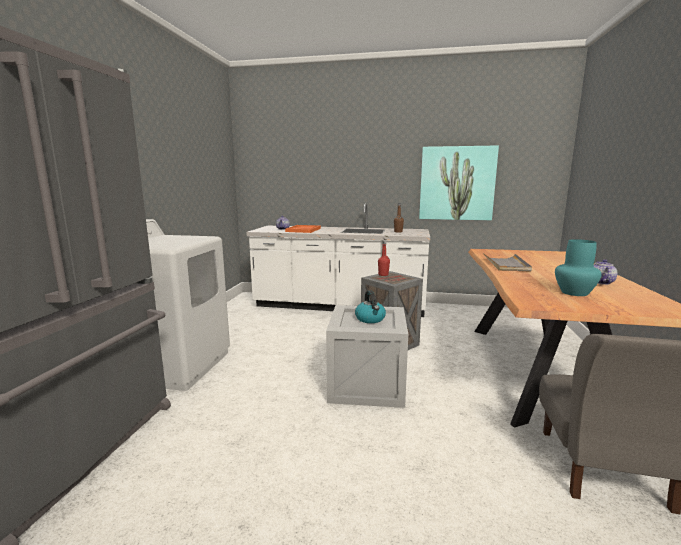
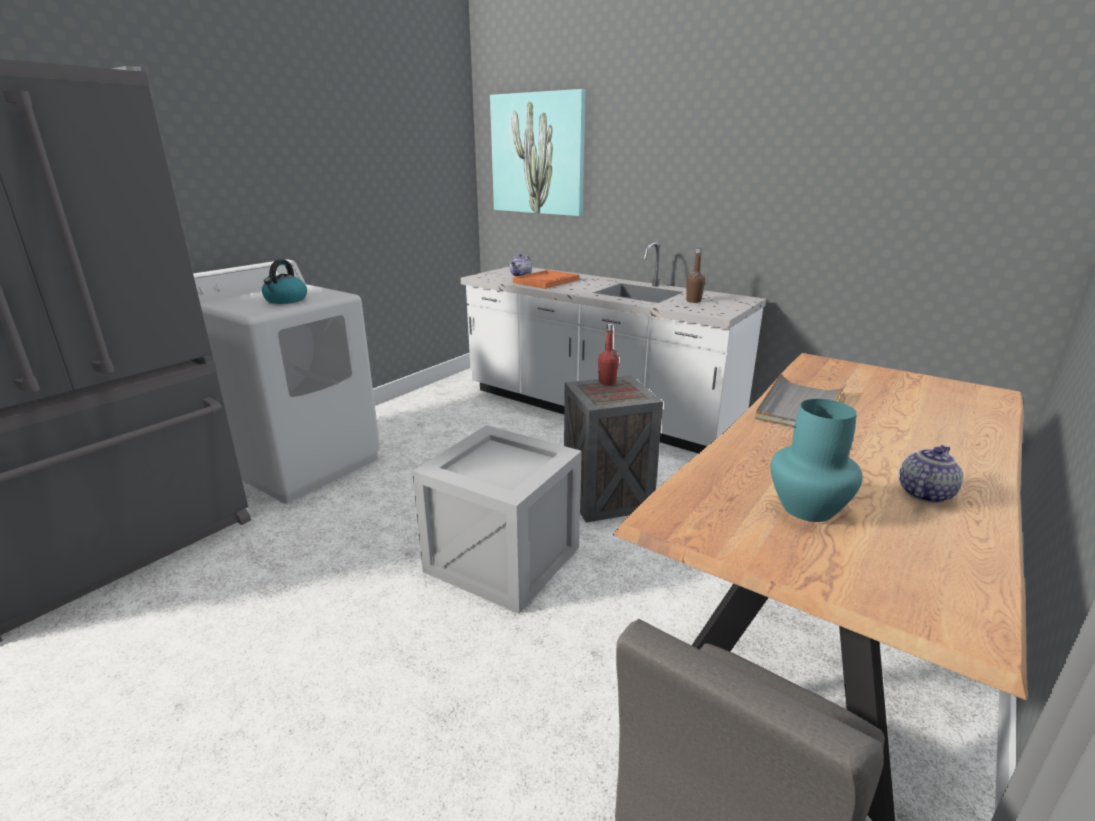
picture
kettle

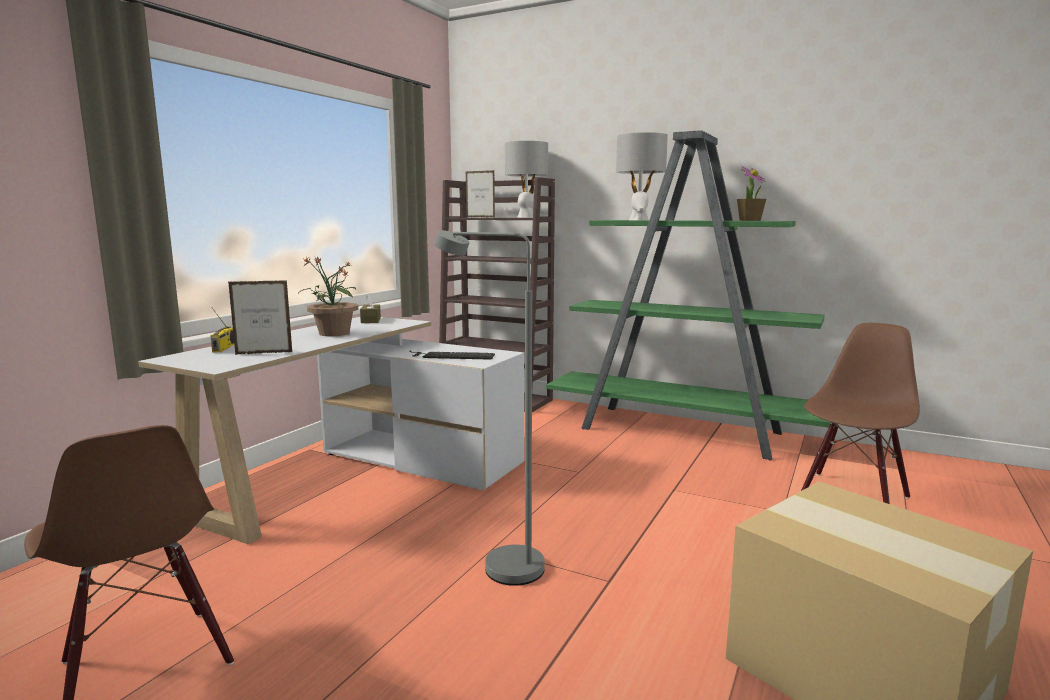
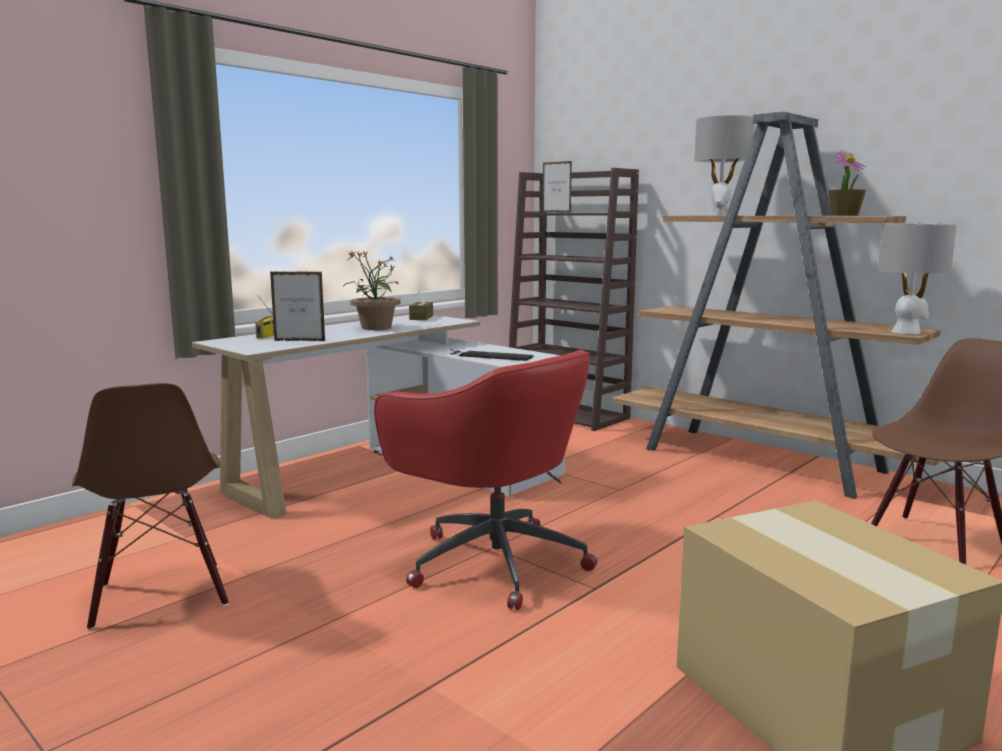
bookcase (brown) (no. 2 from left)
table lamp (grey) (no. 2 from left)
office chair (red)

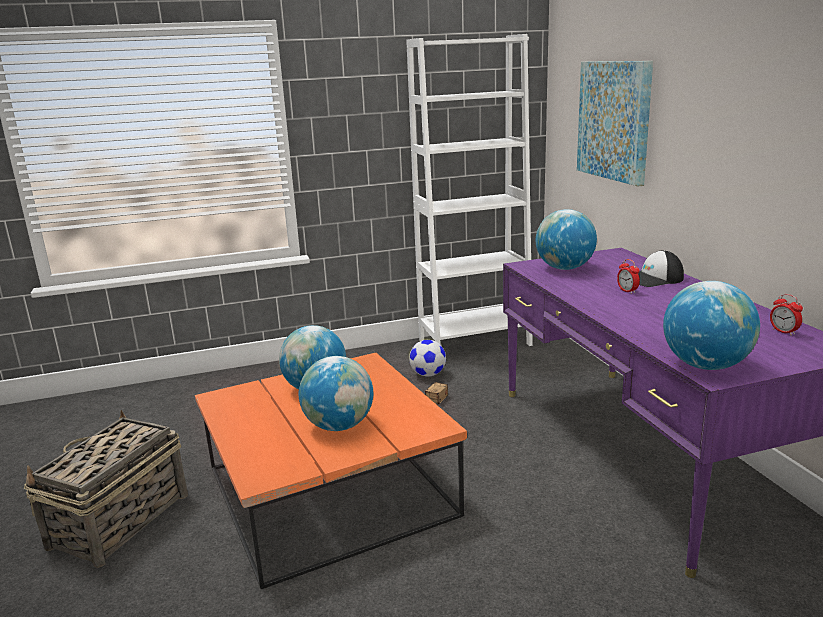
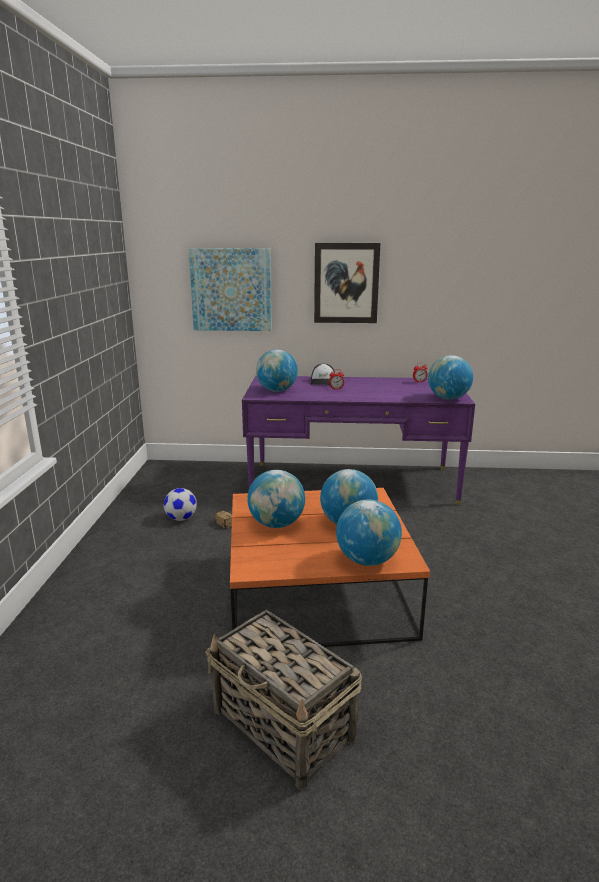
bookcase (white)
picture (no. 2 from left)
globe (no. 4 from left)

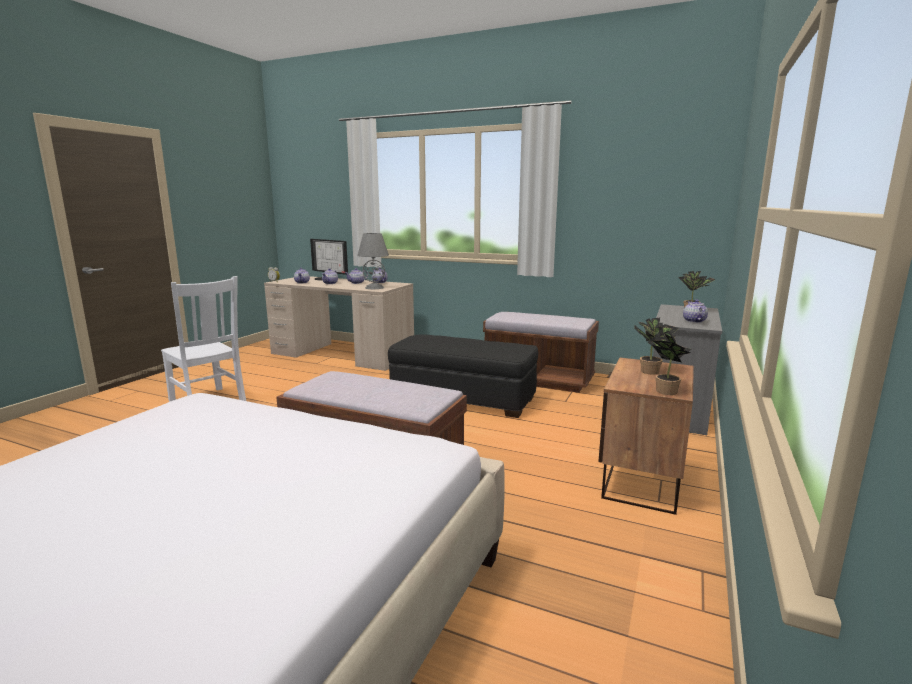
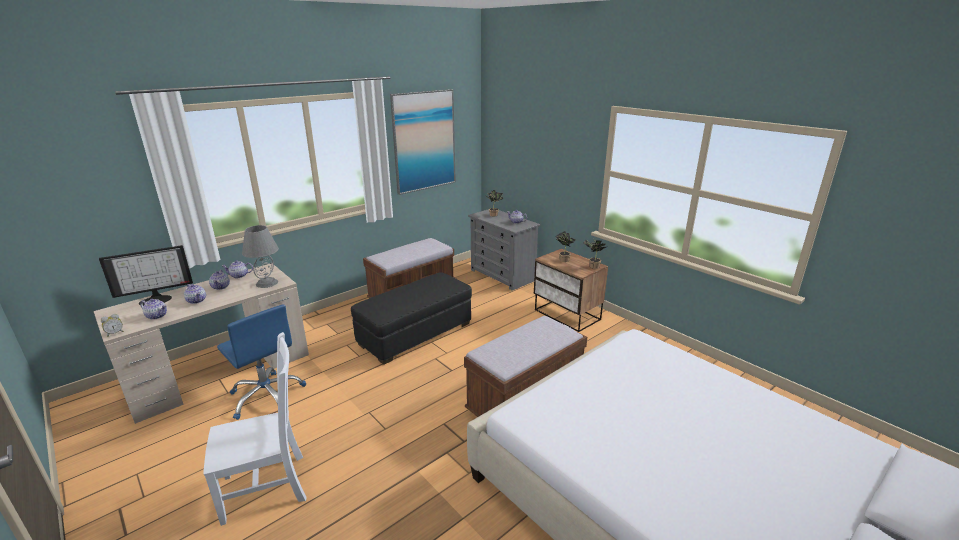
picture
office chair (blue)

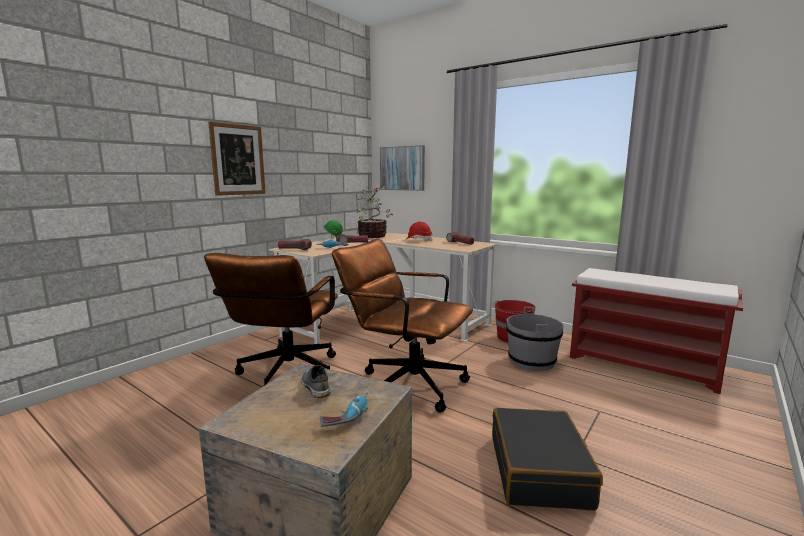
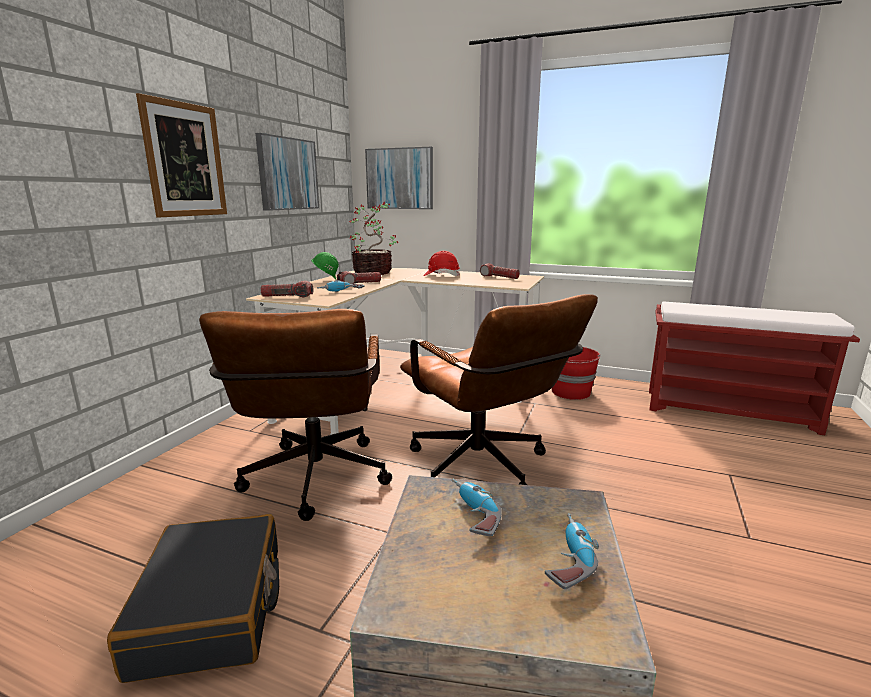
office chair (brown) (no. 2 from left)
bucket (grey)
power drill (no. 2 from left)
suitcase (black)
picture (no. 2 from left)

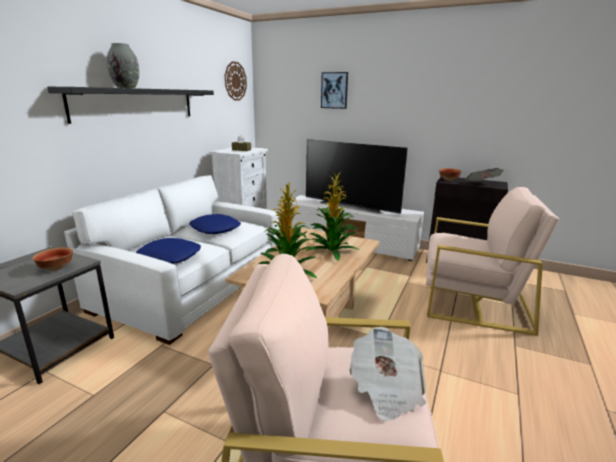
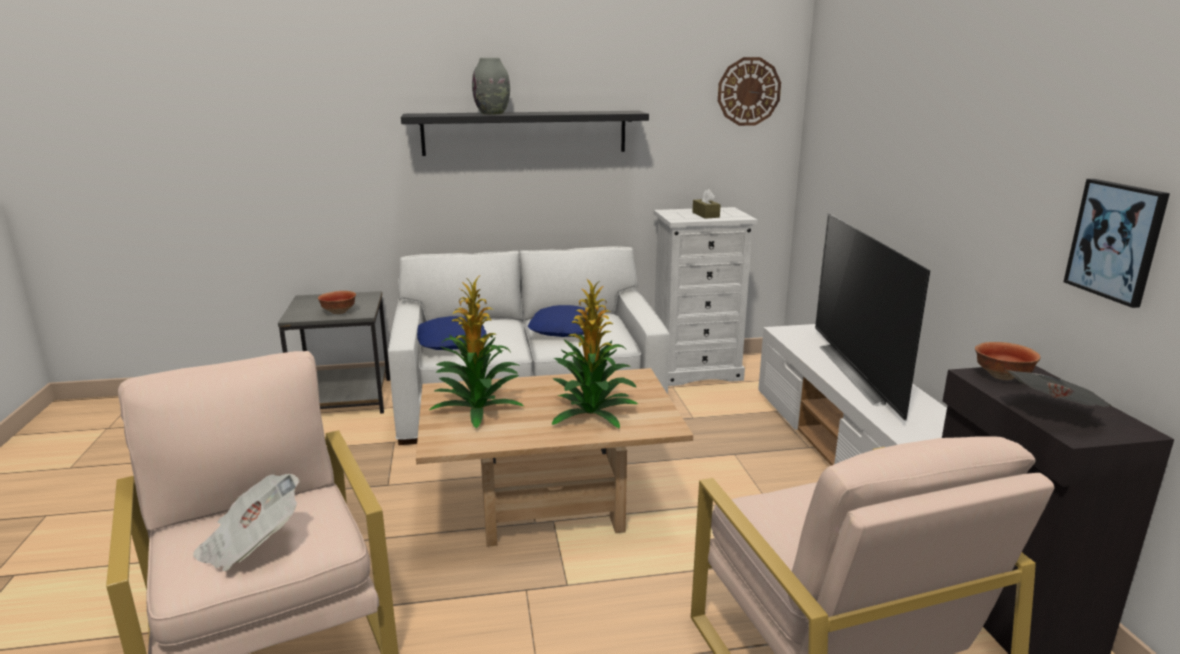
picture

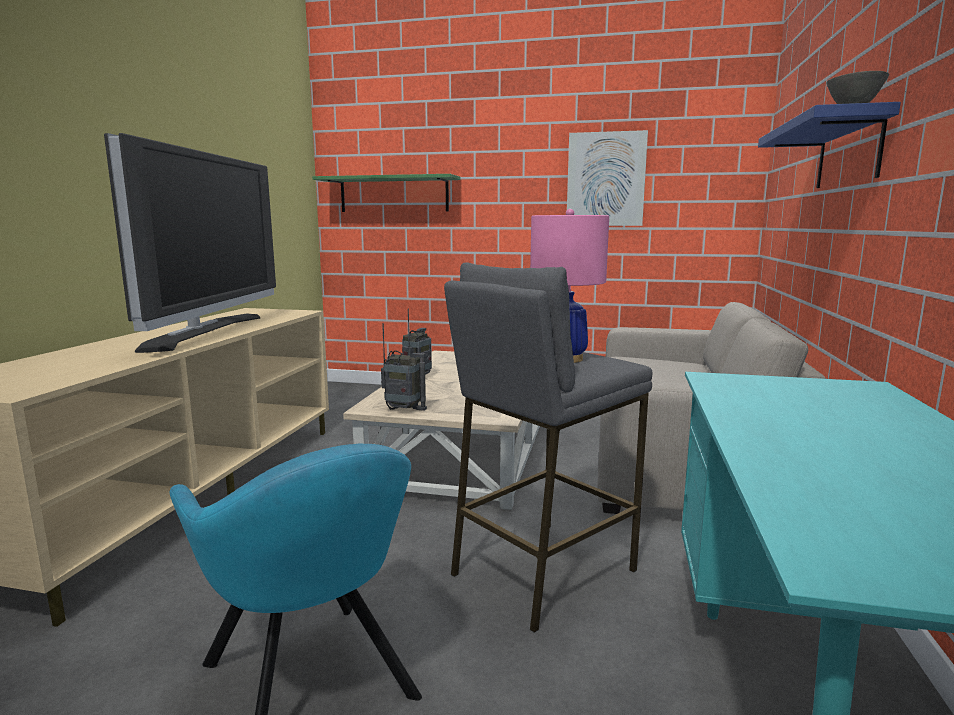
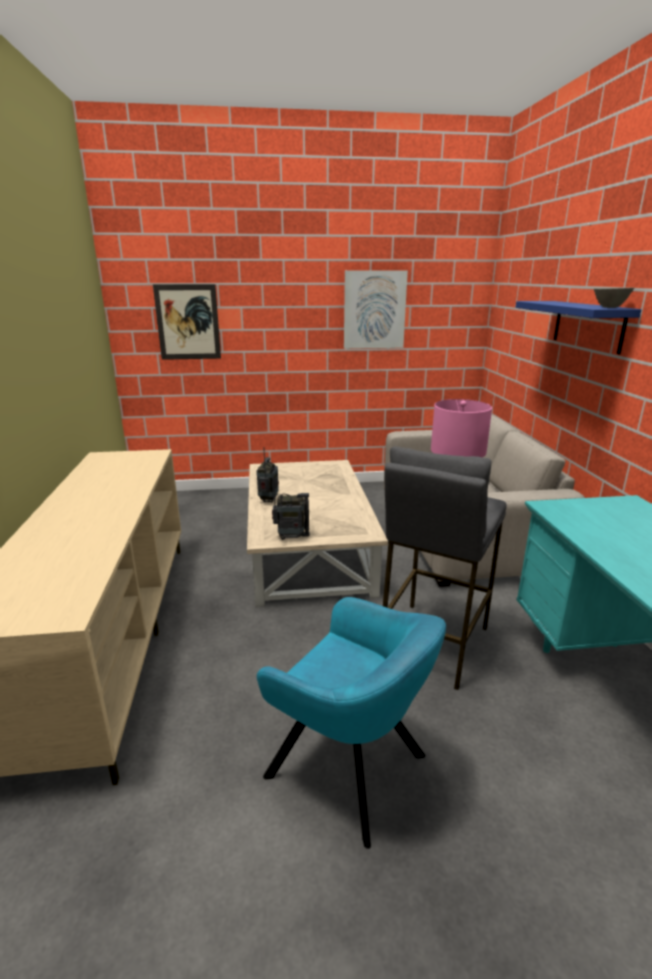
television
picture (no. 1 from left)

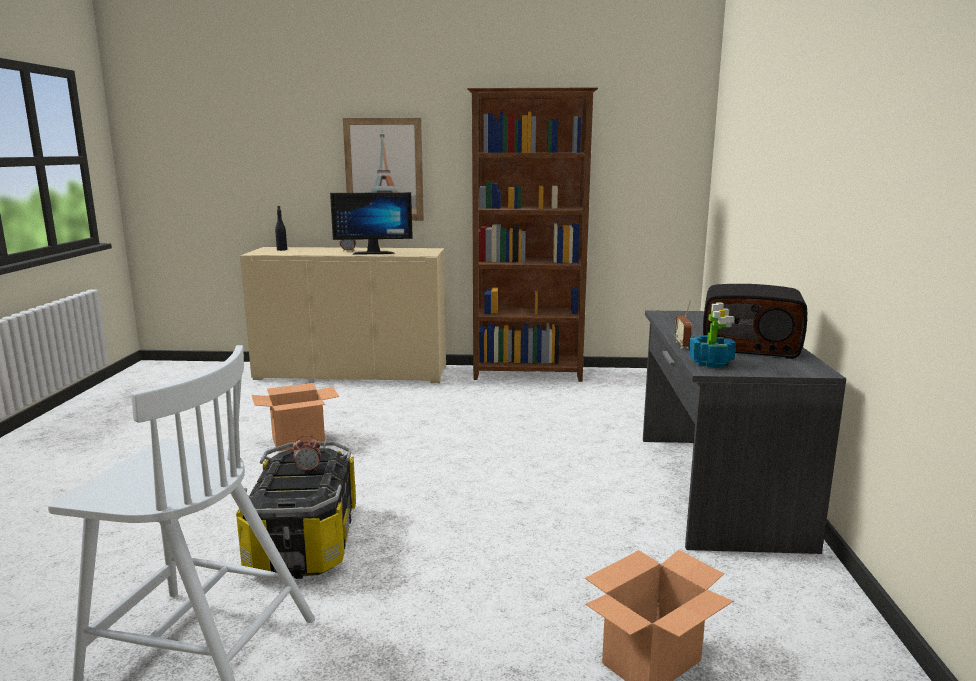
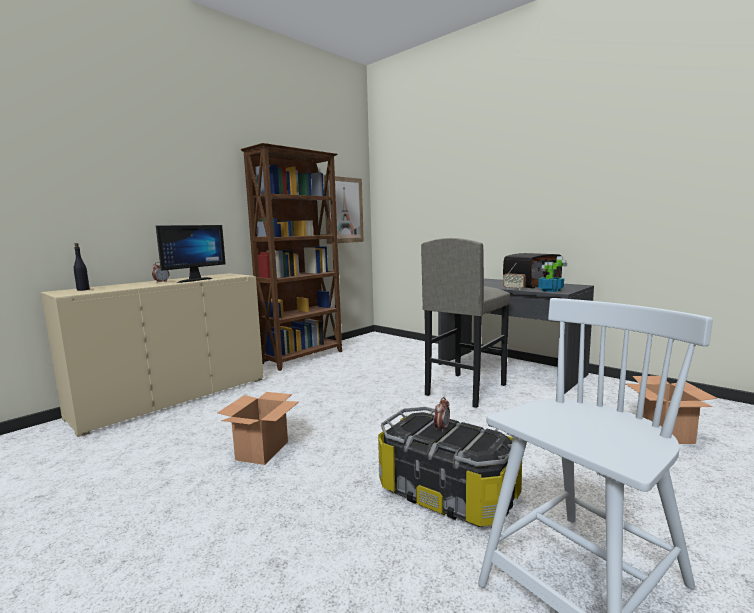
picture
stool (grey)

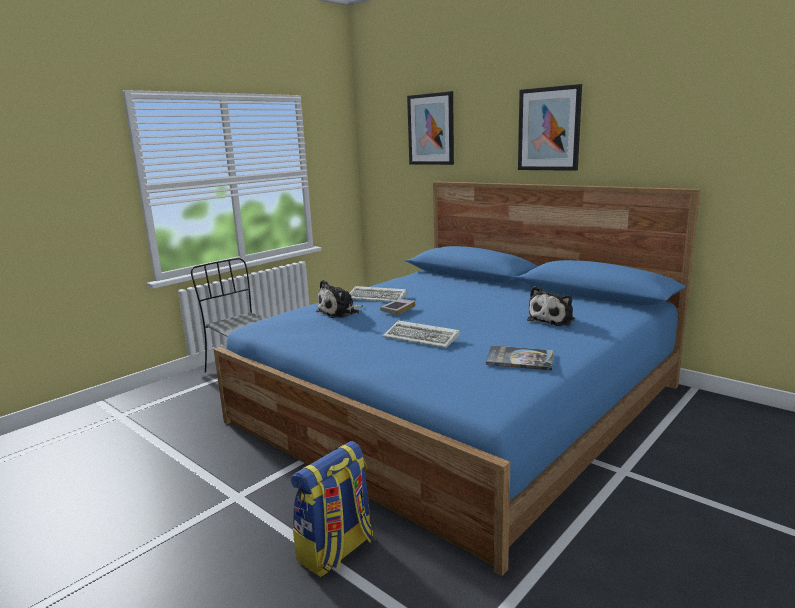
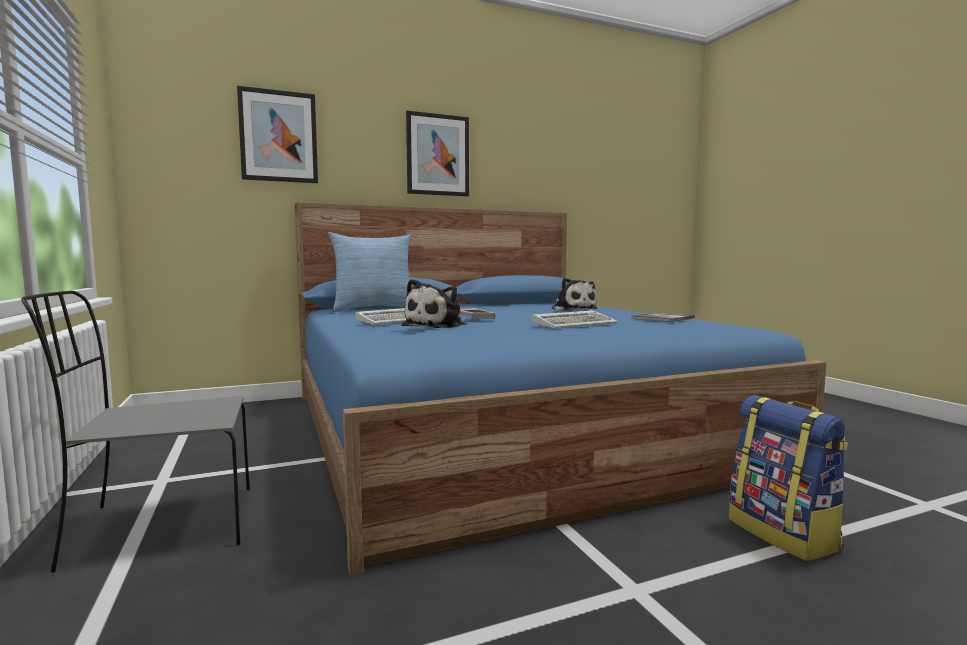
plush toy (no. 1 from left)
pillow

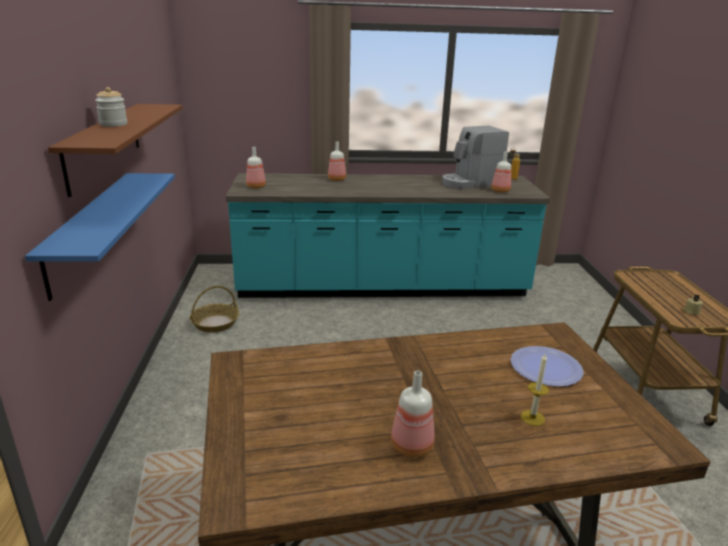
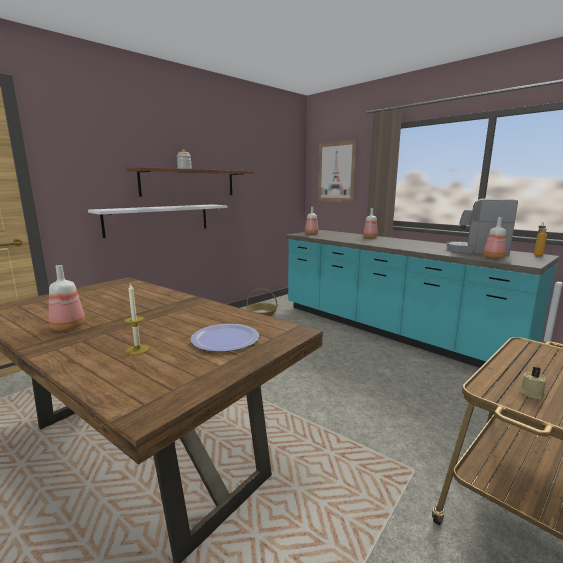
shelf (white)
picture

